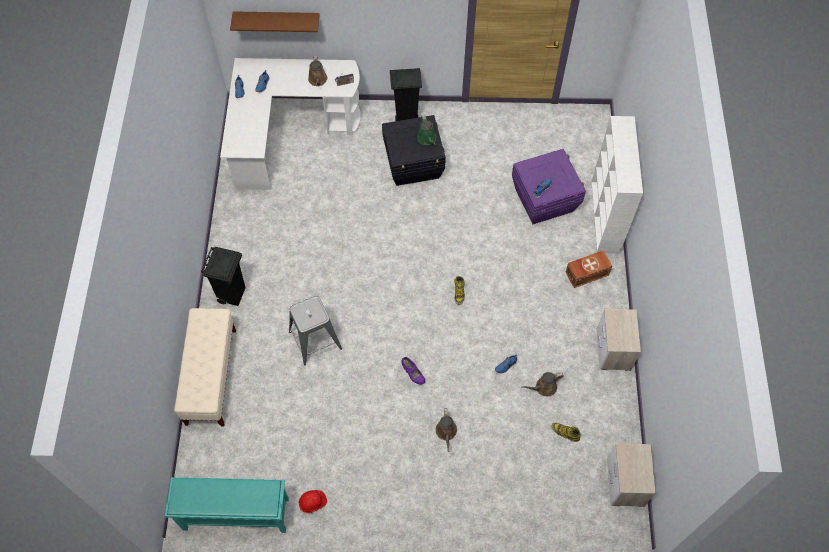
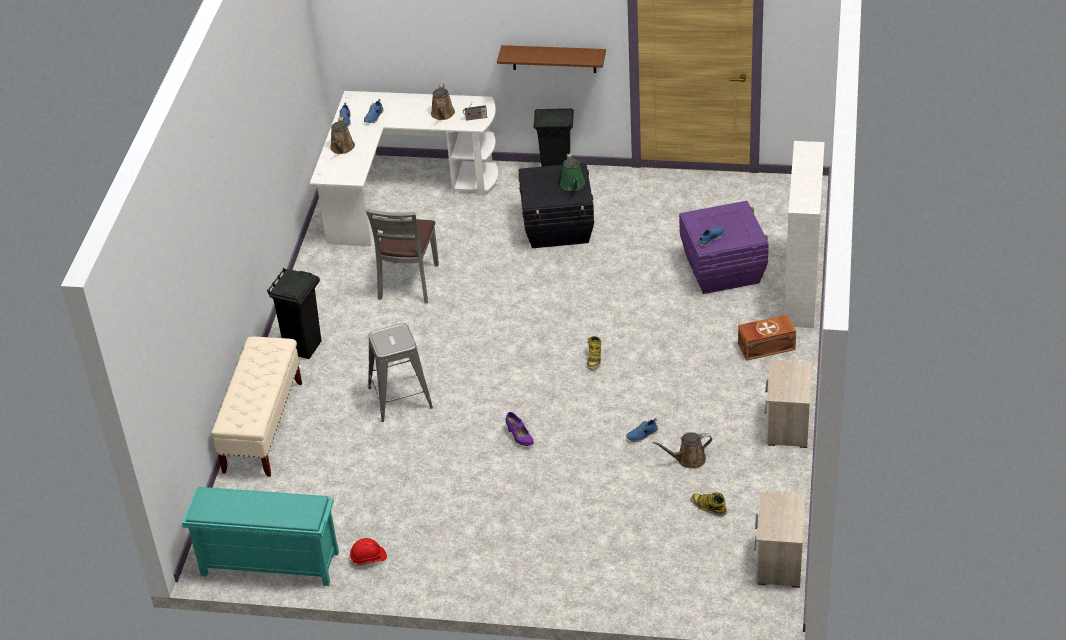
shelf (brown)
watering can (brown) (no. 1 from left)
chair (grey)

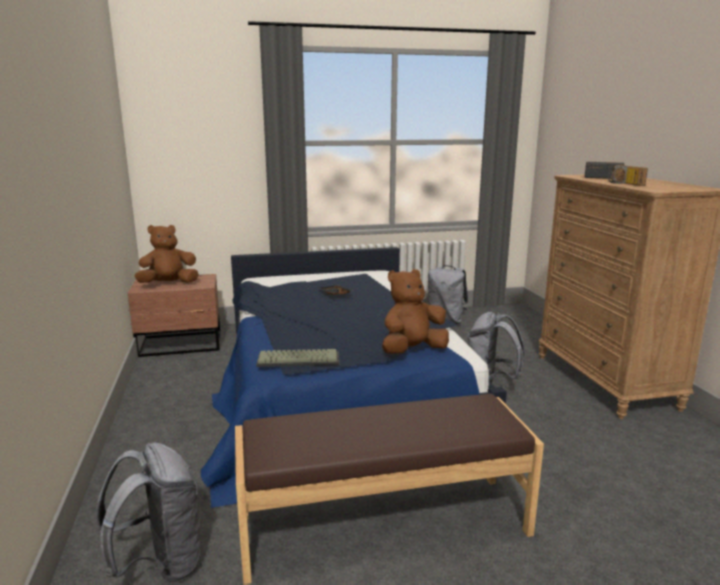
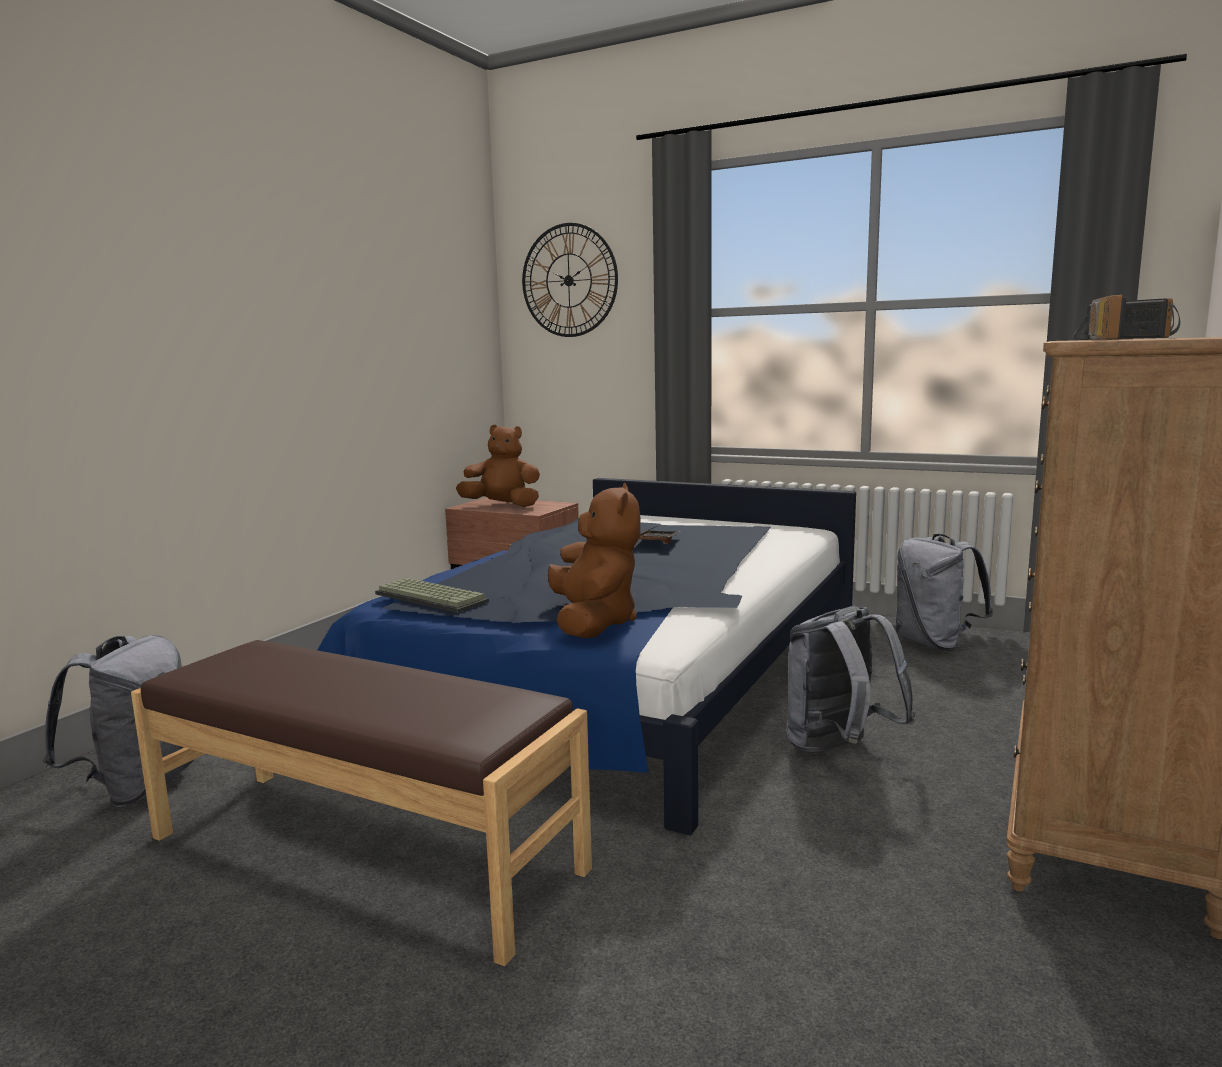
plush toy (brown) (no. 2 from left)
wall clock

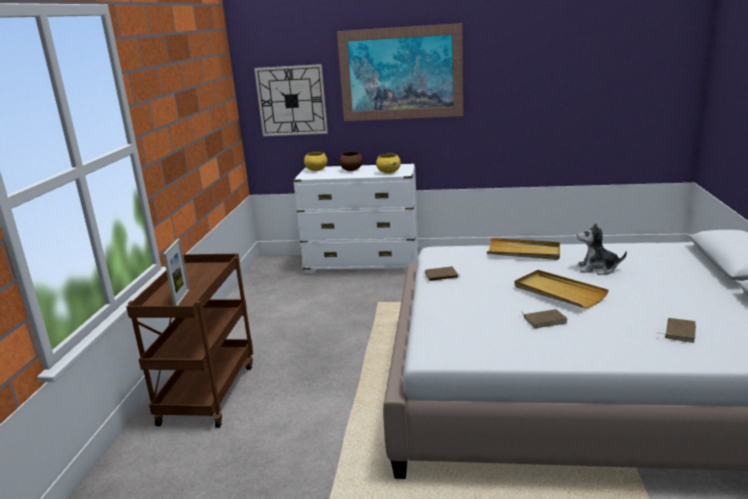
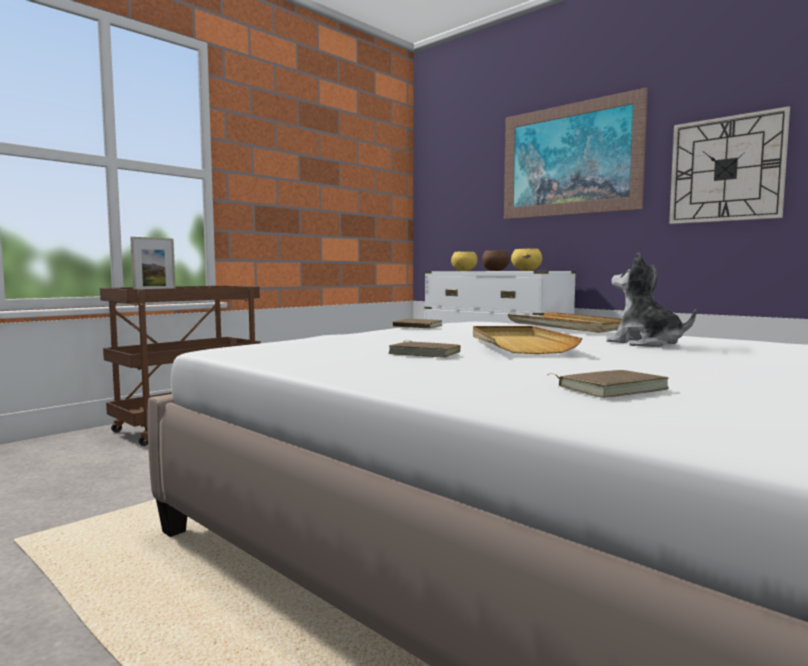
wall clock

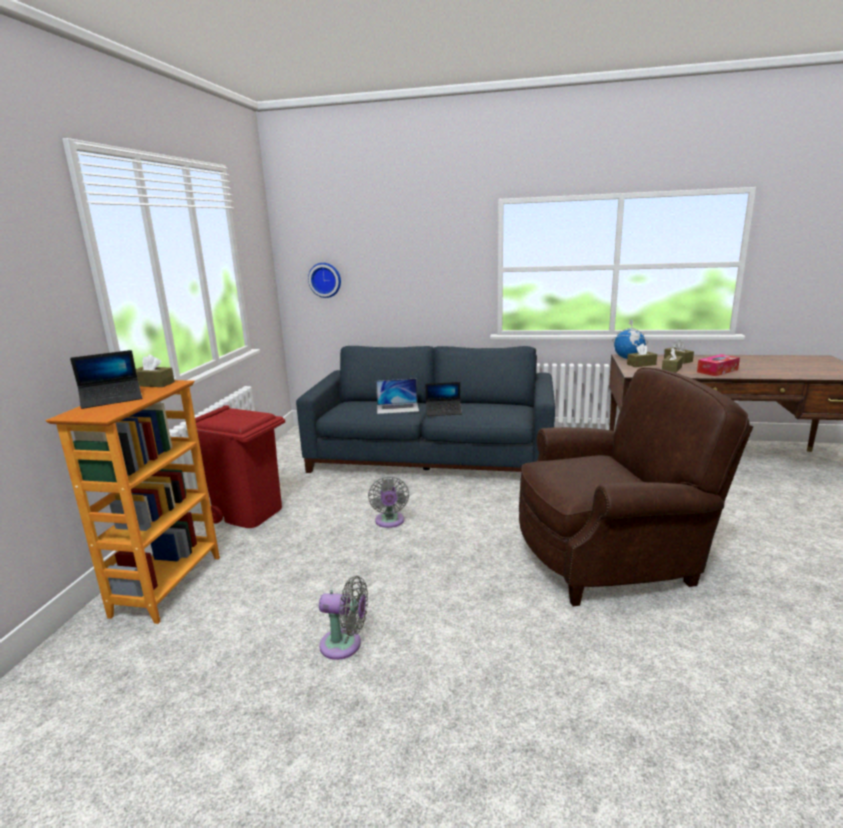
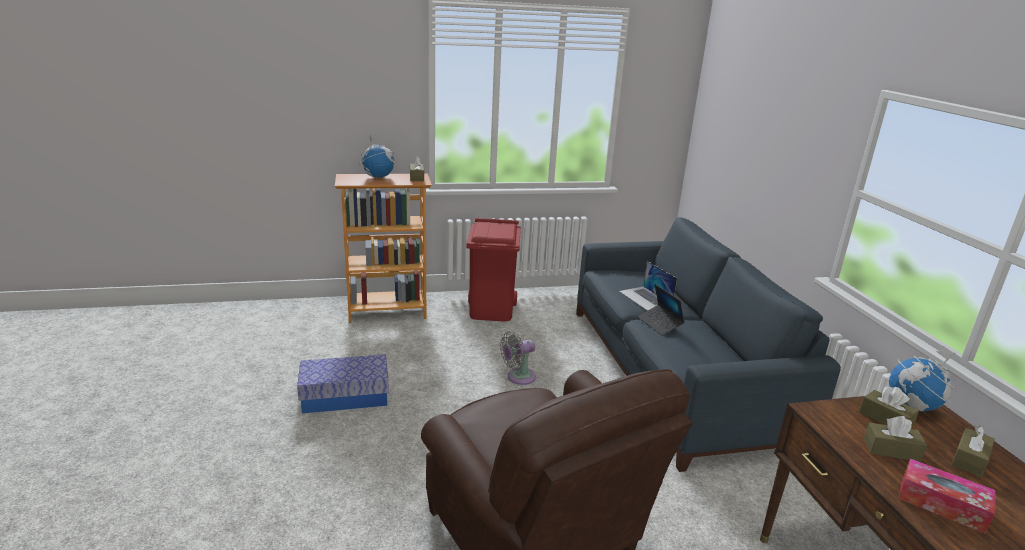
wall clock
globe (no. 1 from left)
storage box

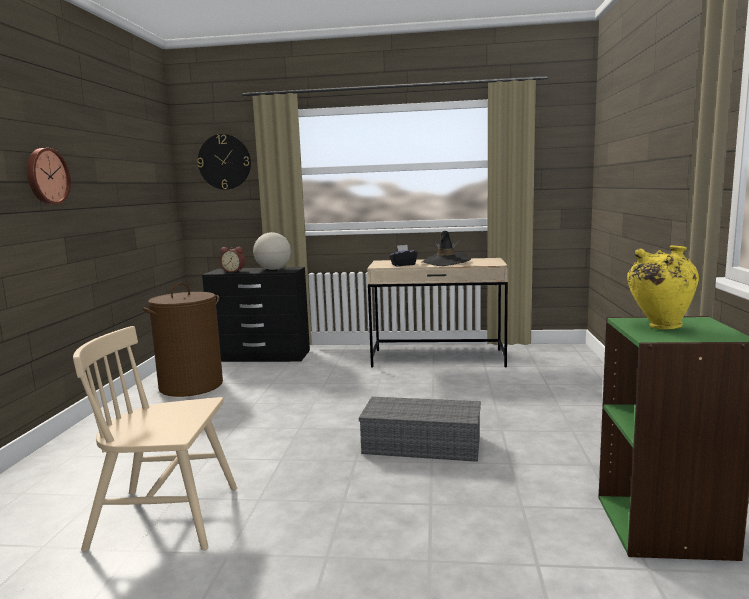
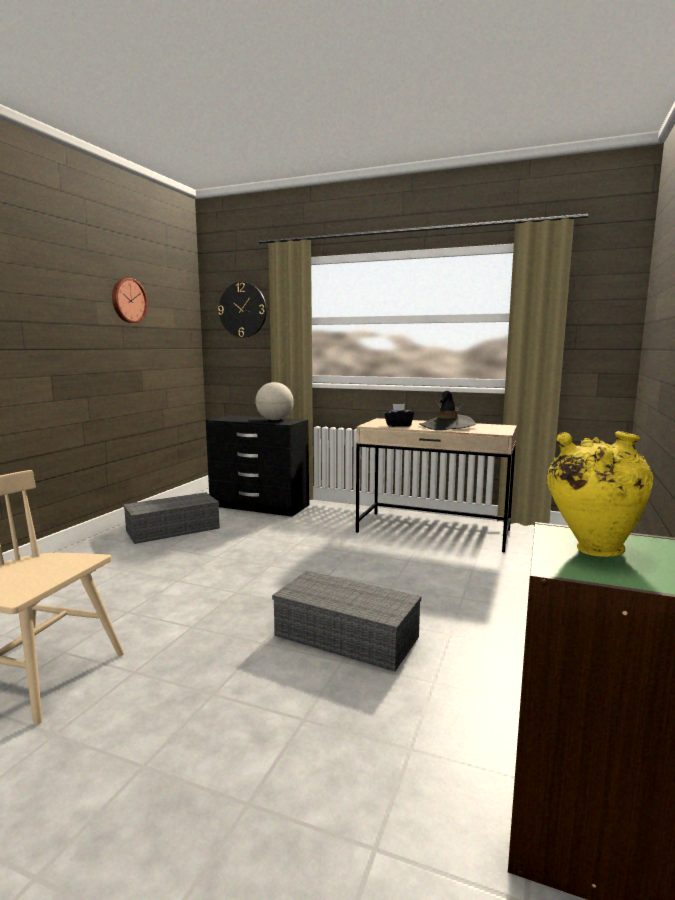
wall clock (no. 1 from left)
alarm clock
storage box (grey) (no. 1 from left)

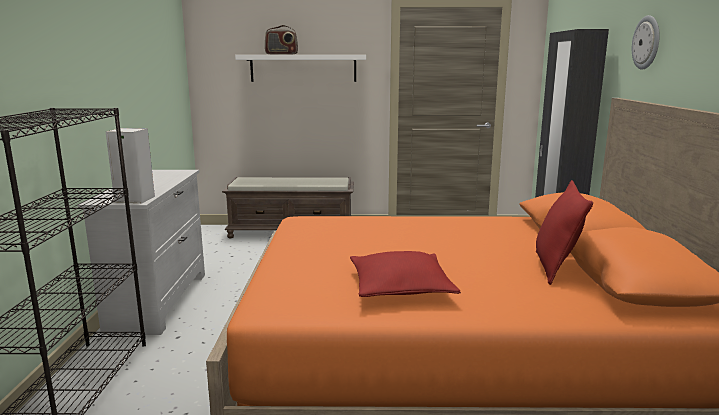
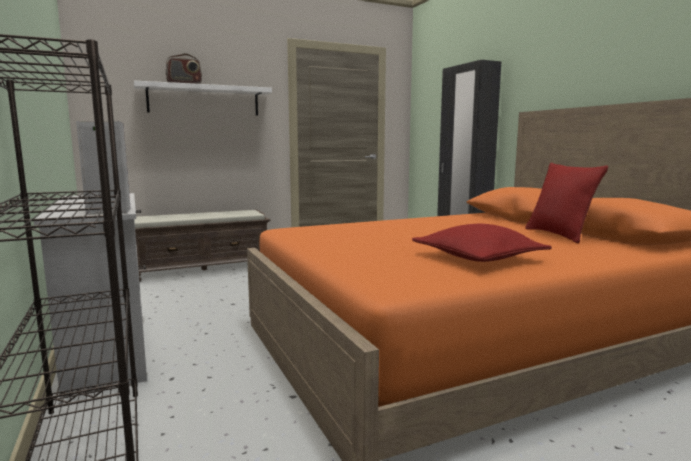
wall clock

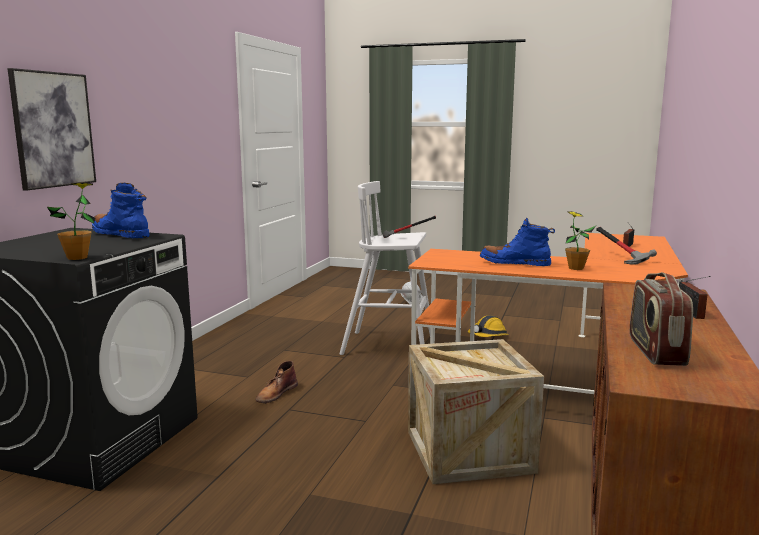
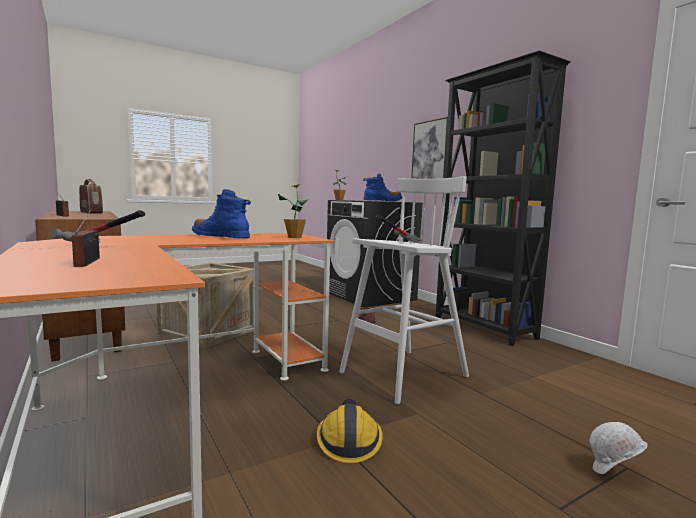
potted plant (no. 1 from left)
boot (blue) (no. 1 from left)
bookcase (black)

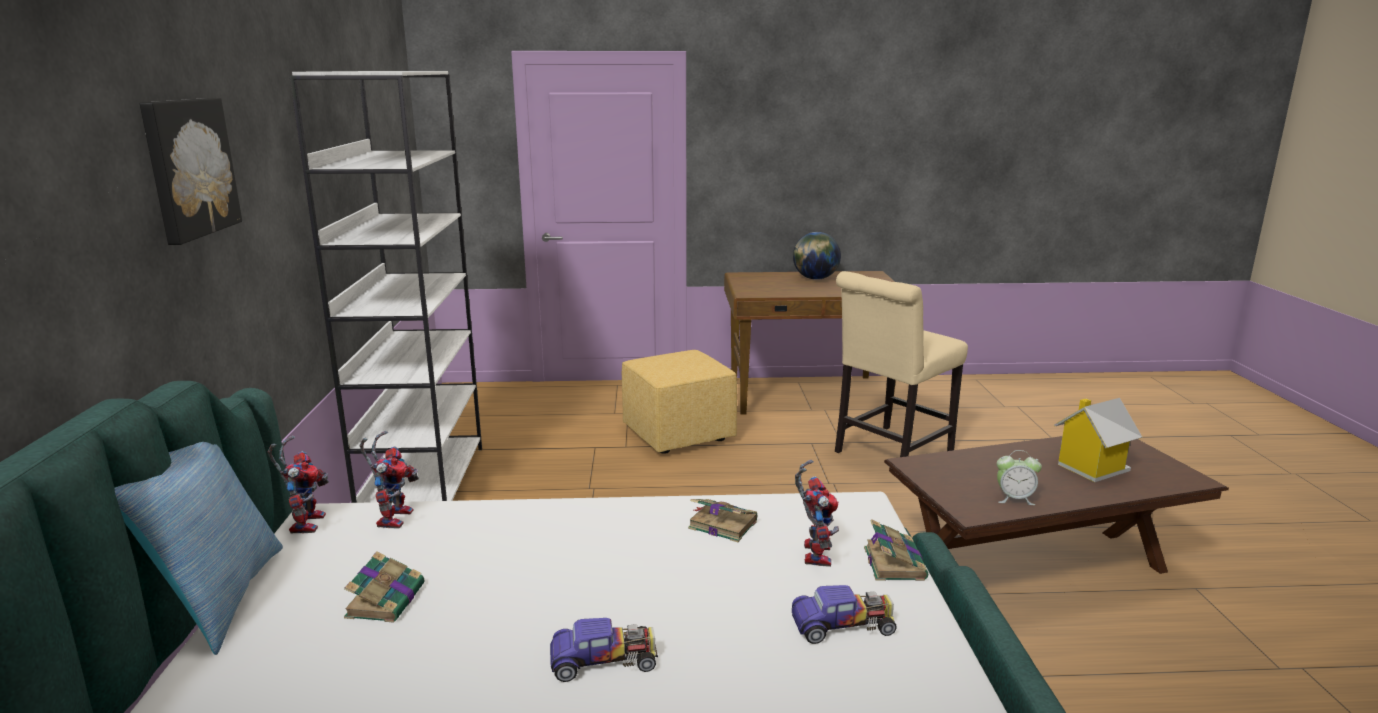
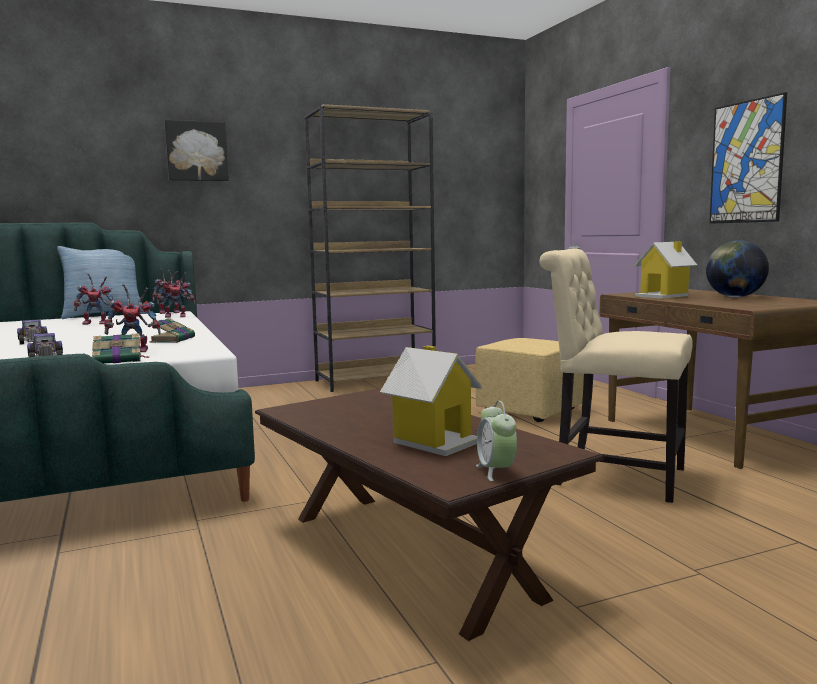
bookcase (brown)
alarm clock
toy robot (no. 1 from left)
picture (no. 2 from left)
toy house (no. 2 from left)

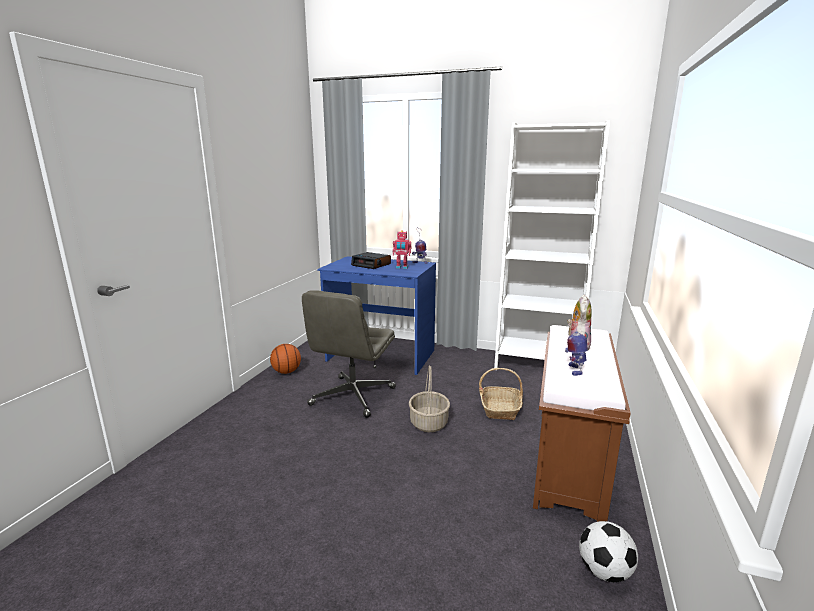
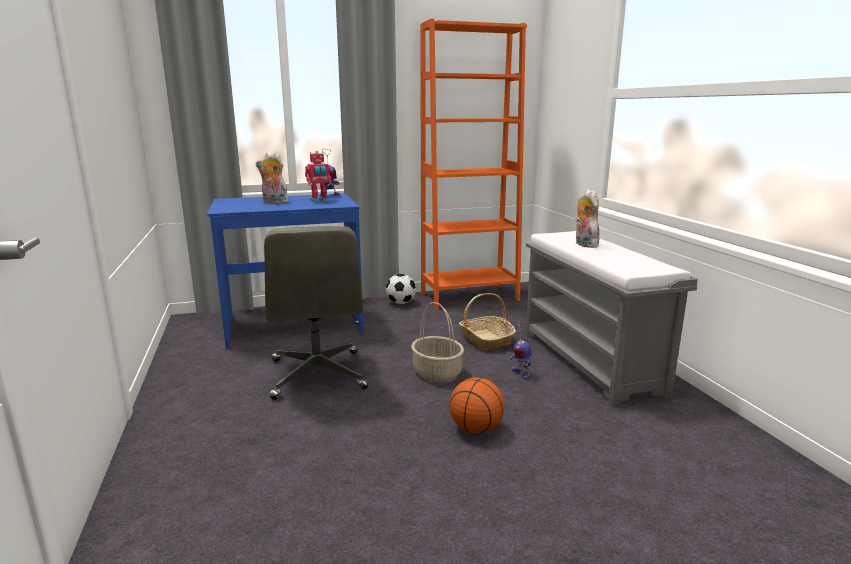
bookcase (orange)
plush toy (no. 1 from left)
toy robot (no. 3 from left)
bench (grey)
basketball
football

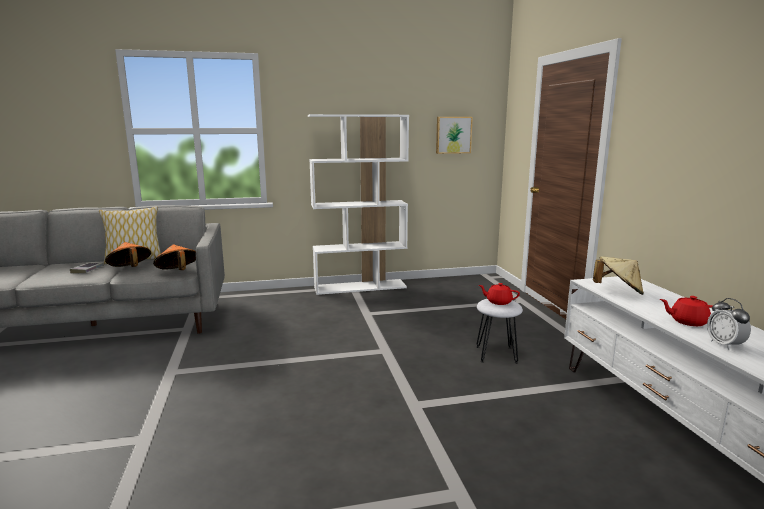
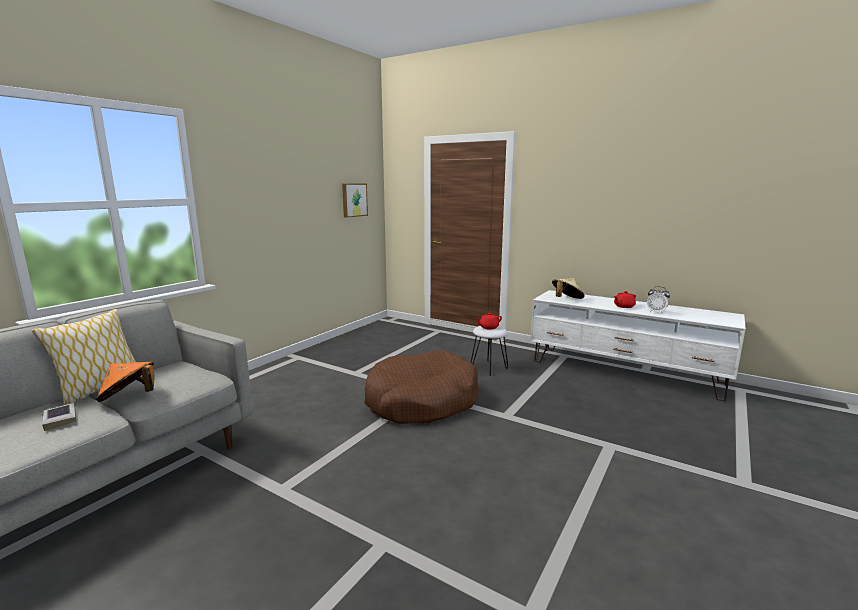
bookcase (white)
hat (orange) (no. 2 from left in the first image)
dog bed (brown)

